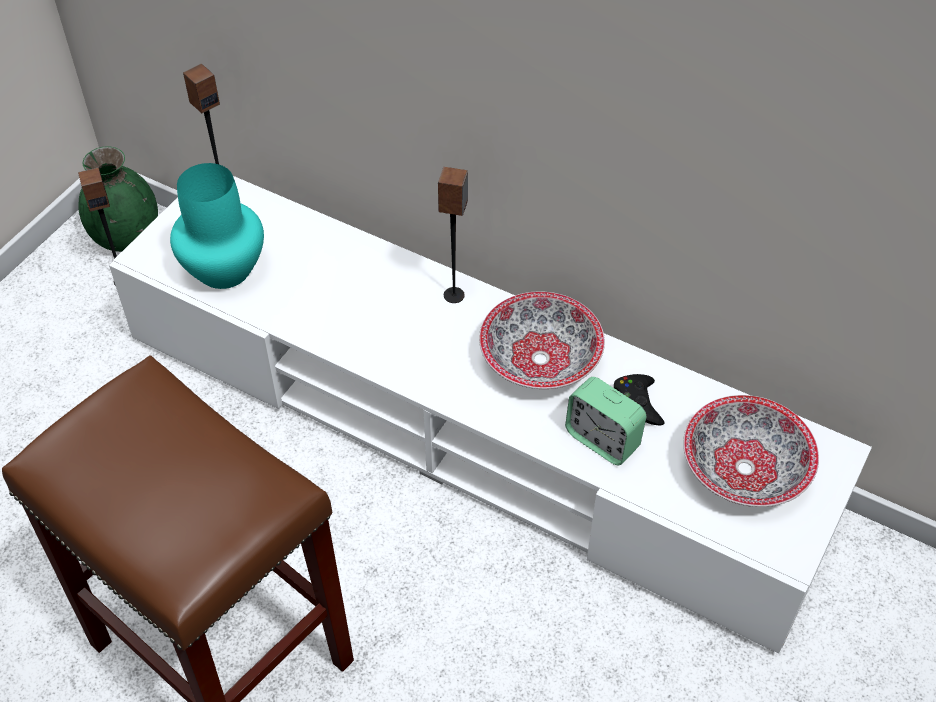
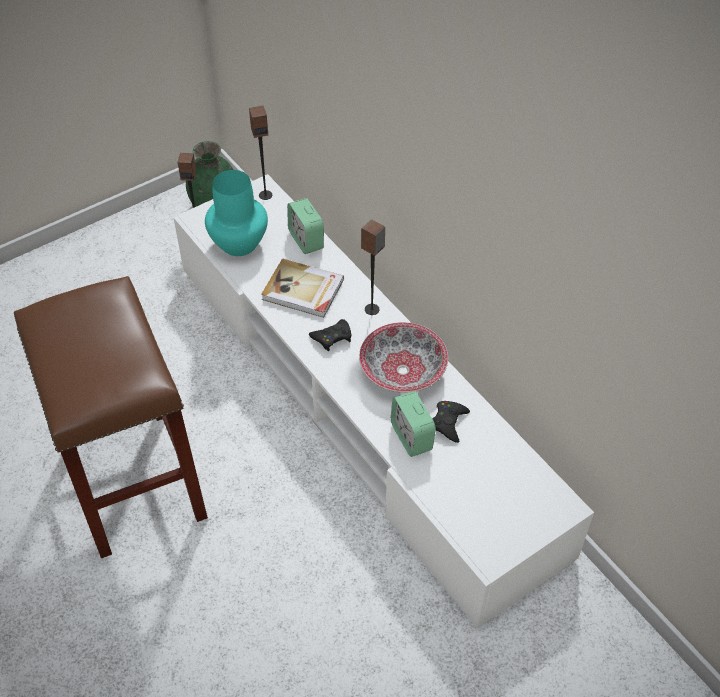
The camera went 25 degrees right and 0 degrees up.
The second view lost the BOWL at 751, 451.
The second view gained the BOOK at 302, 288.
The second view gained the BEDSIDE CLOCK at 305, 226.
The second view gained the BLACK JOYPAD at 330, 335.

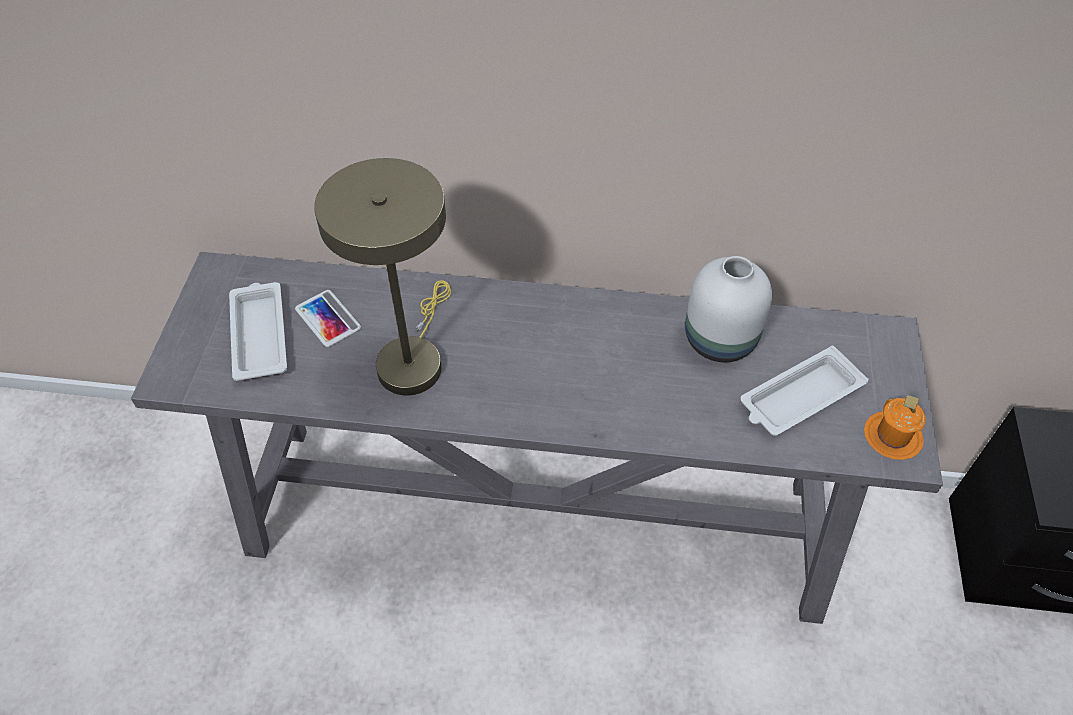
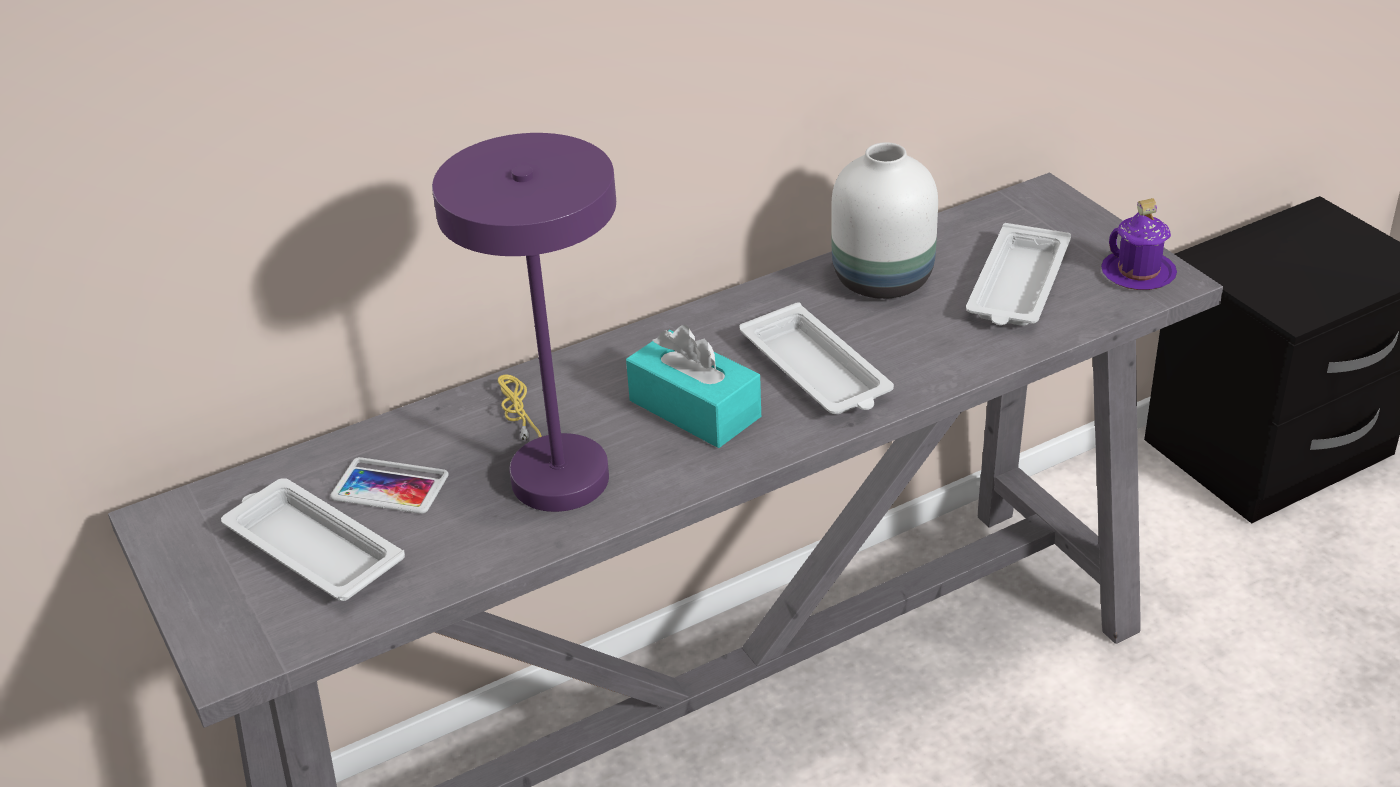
The camera went 35 degrees left and 15 degrees down.
The second view gained the TURQUOISE-COLOURED BOX OF TISSUES at 693, 386.
The second view gained the WHITE SERVING TRAY at 817, 358.
What was the SAND-COLOURED LAMP FOR A TABLE at 382, 277 turned into the PURPLE-COLOURED LAMP FOR A TABLE at 524, 322.
What was the ORANGEY MUG at 895, 427 turned into the PURPLE-COLOURED MUG at 1139, 244.

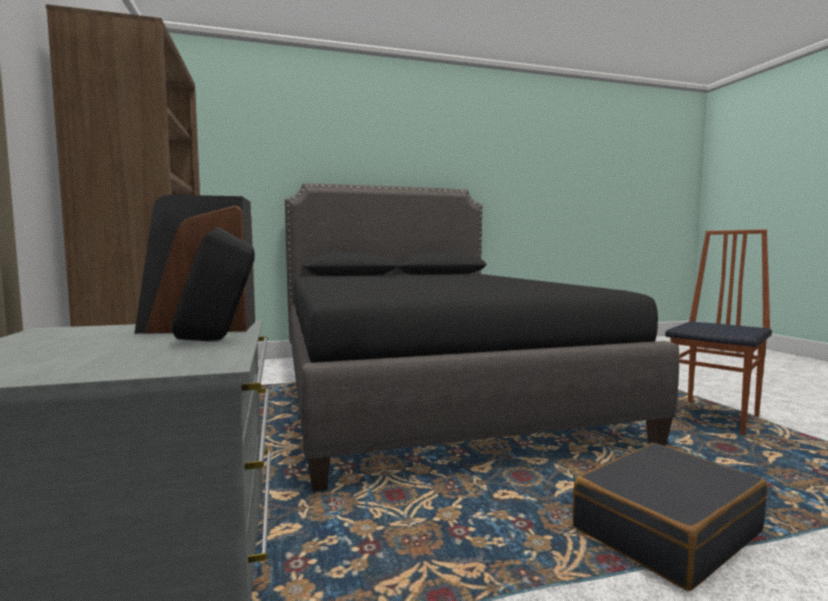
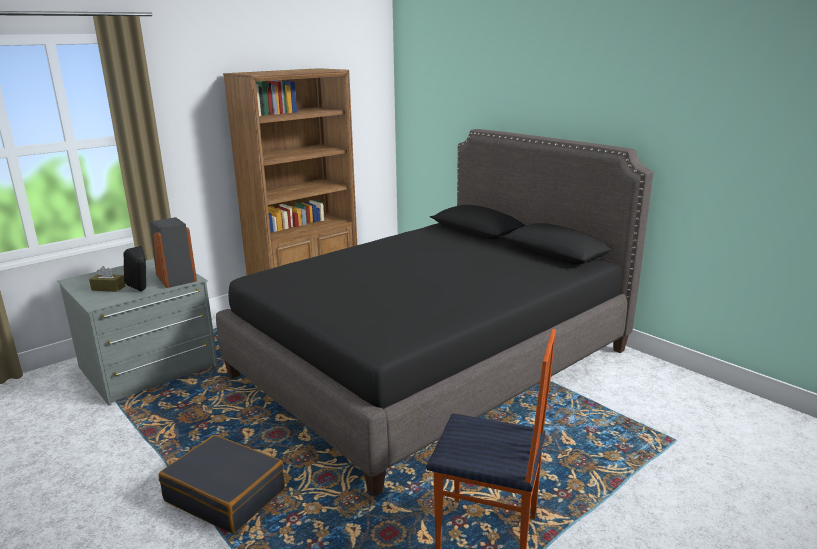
The camera went 65 degrees right and 15 degrees up.
The second view gained the BROWNISH BOX OF TISSUES at 107, 279.

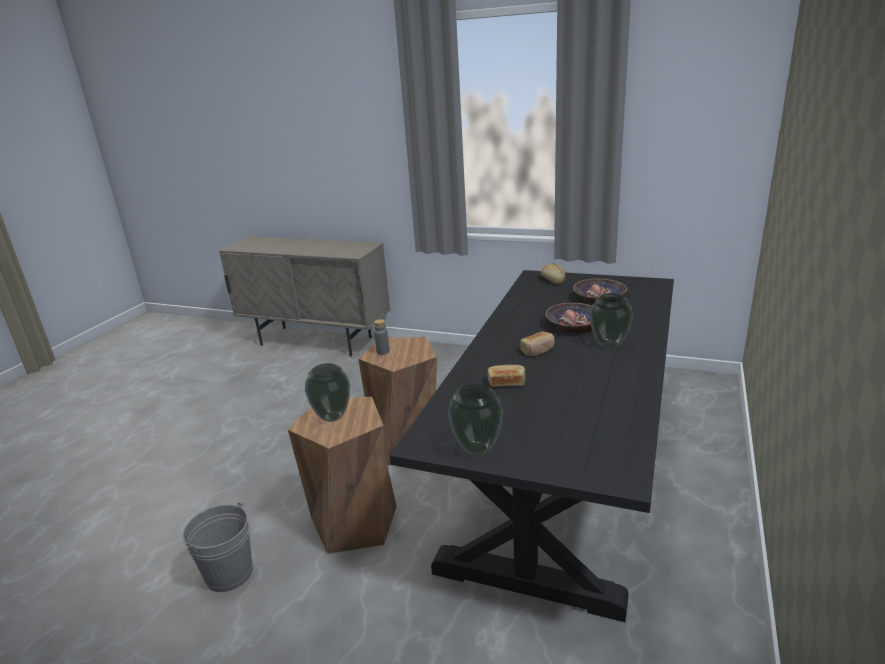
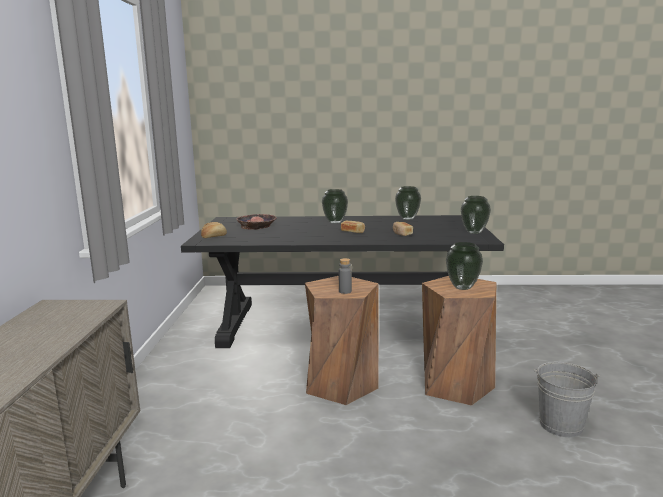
The camera went 110 degrees left and 10 degrees down.
The second view lost the BOWL at 568, 318.
The second view gained the FLOWER VASE at 408, 203.

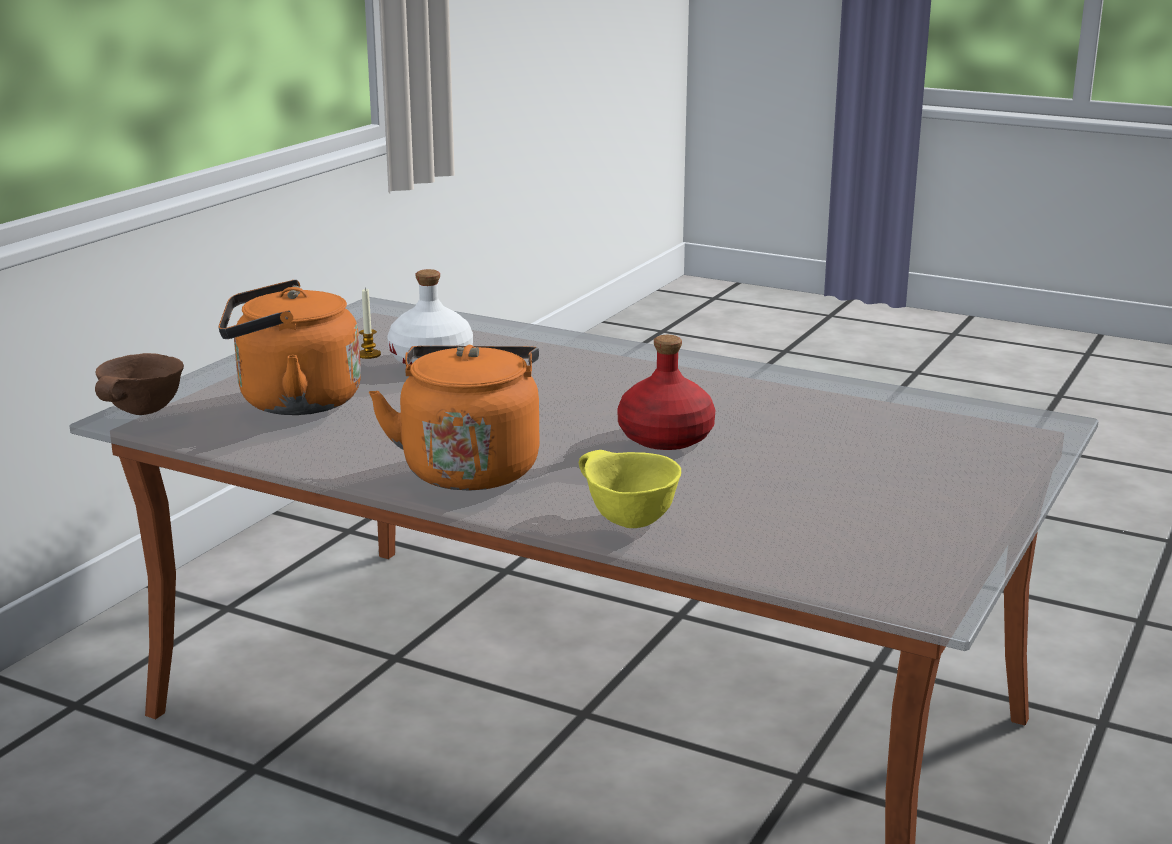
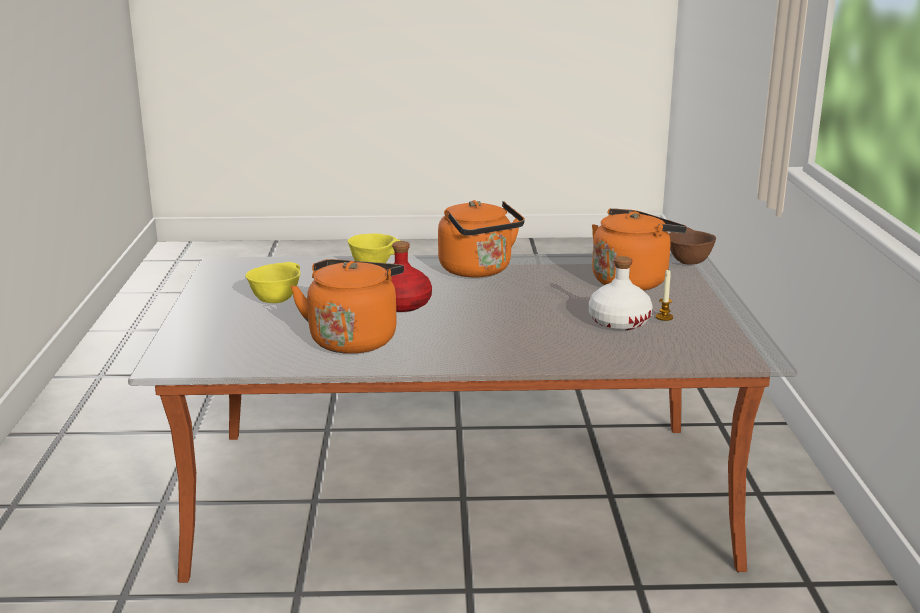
The camera went 150 degrees right and 0 degrees up.
The second view gained the YELLOW BOWL at 272, 282.
The second view gained the ORANGEY KETTLE at 347, 306.

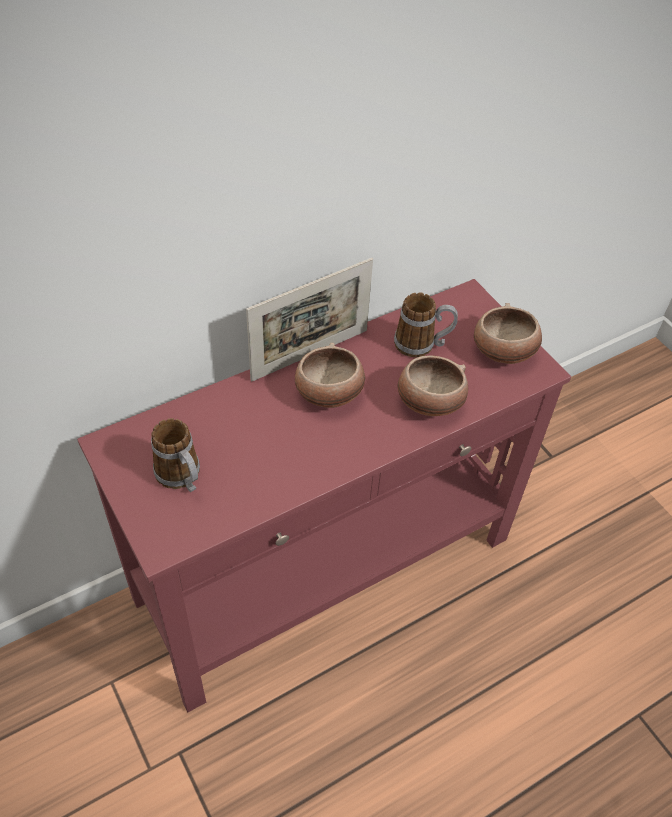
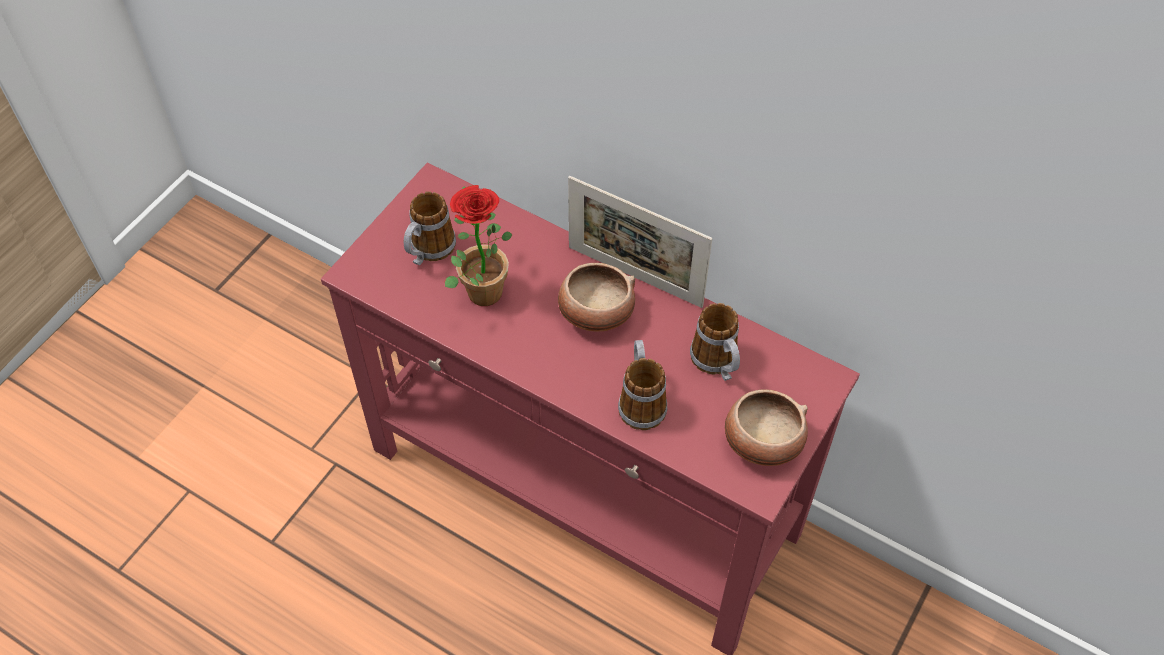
The camera went 65 degrees right and 5 degrees up.
The second view gained the PLANT IN A POT at 478, 245.
Where the BOWL stood at 432, 385, the MUG came to stand at 642, 385.

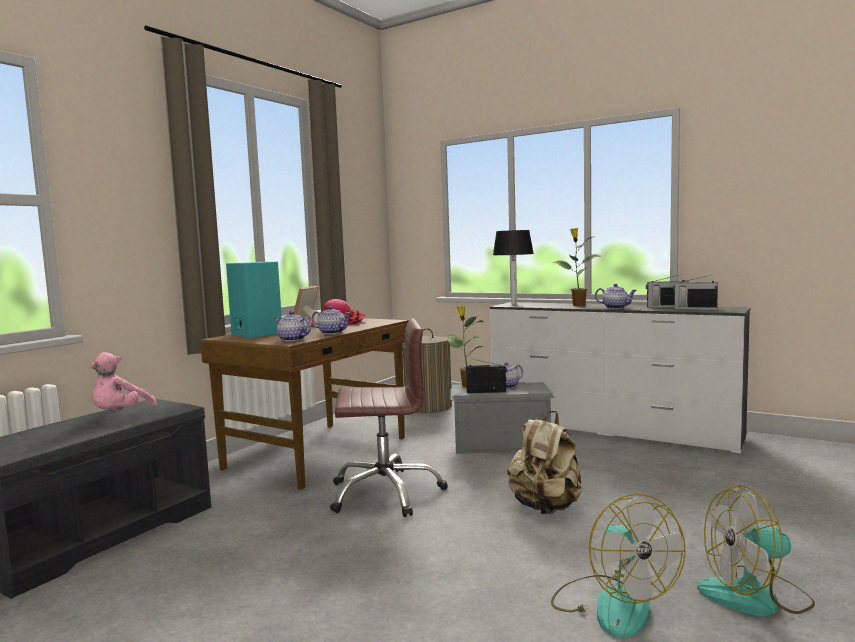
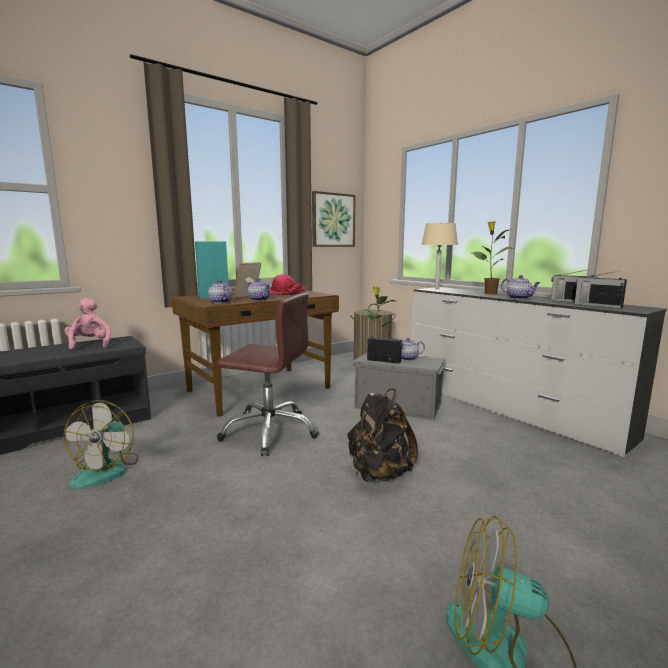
The camera went 20 degrees right and 5 degrees up.
The second view gained the WALL ART at 334, 219.
The ELECTRIC FAN ended up elsewhere, having gone from 618, 566 to 101, 444.
What was the BLACK LAMP FOR A TABLE at 513, 267 turned into the SAND-COLOURED LAMP FOR A TABLE at 440, 256.
What was the SAND-COLOURED KNAPSACK at 544, 462 turned into the BLACK KNAPSACK at 382, 435.
The PINKISH PLUSH TOY at 123, 380 ended up facing another way, 120 degrees clockwise from before.

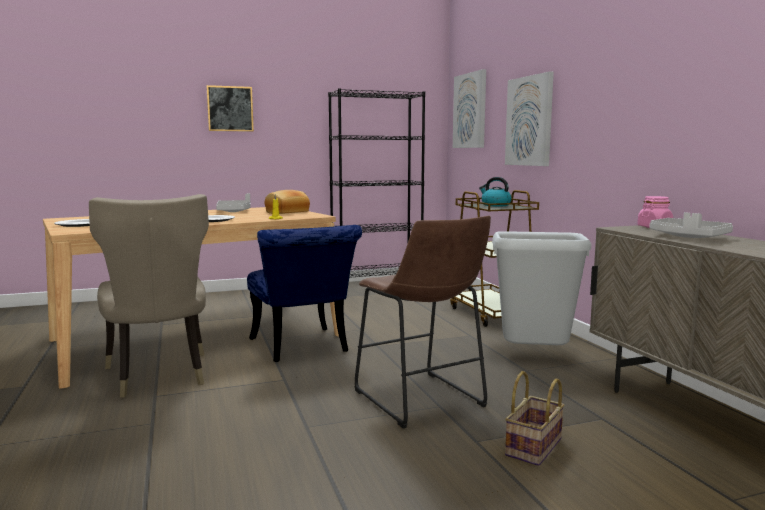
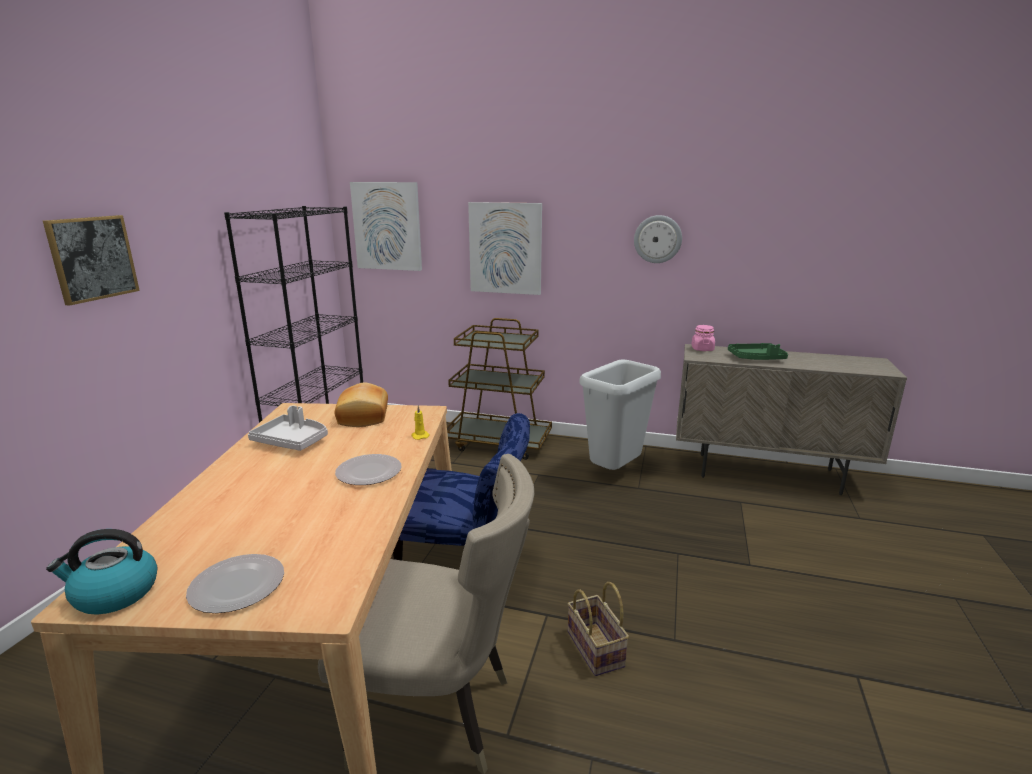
The camera went 55 degrees left and 10 degrees up.
The second view lost the BROWNISH SITTING STOOL at 423, 322.
The second view gained the WALL CLOCK at 658, 239.
The KETTLE ended up elsewhere, having gone from 495, 191 to 102, 571.
The STORAGE BASKET ended up elsewhere, having gone from 534, 418 to 598, 629.
What was the GREYISH SERVING TRAY at 691, 225 turned into the GREEN-COLOURED SERVING TRAY at 758, 351.

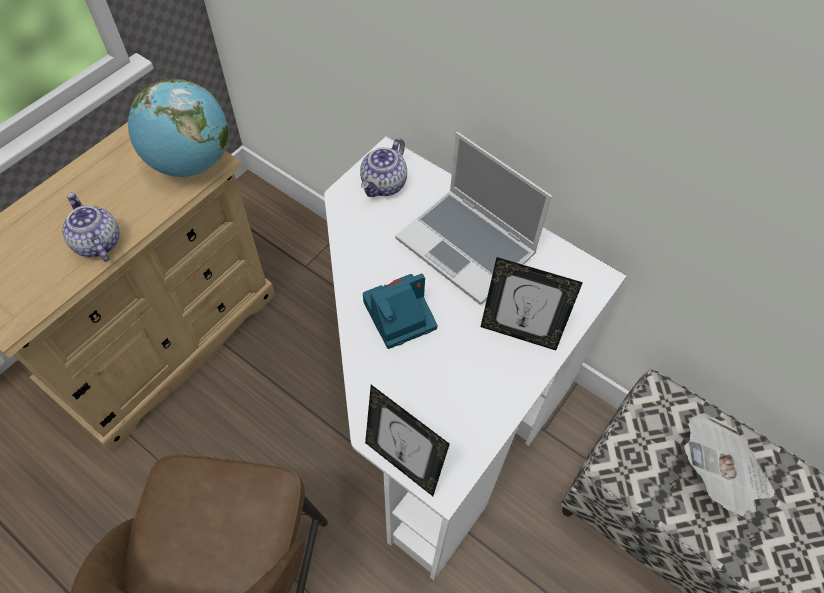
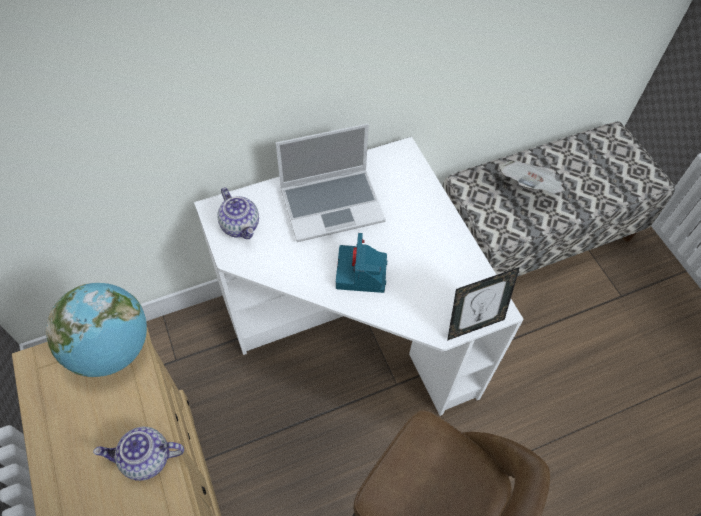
The camera went 60 degrees left and 0 degrees up.
The second view lost the PHOTO FRAME at 531, 303.

